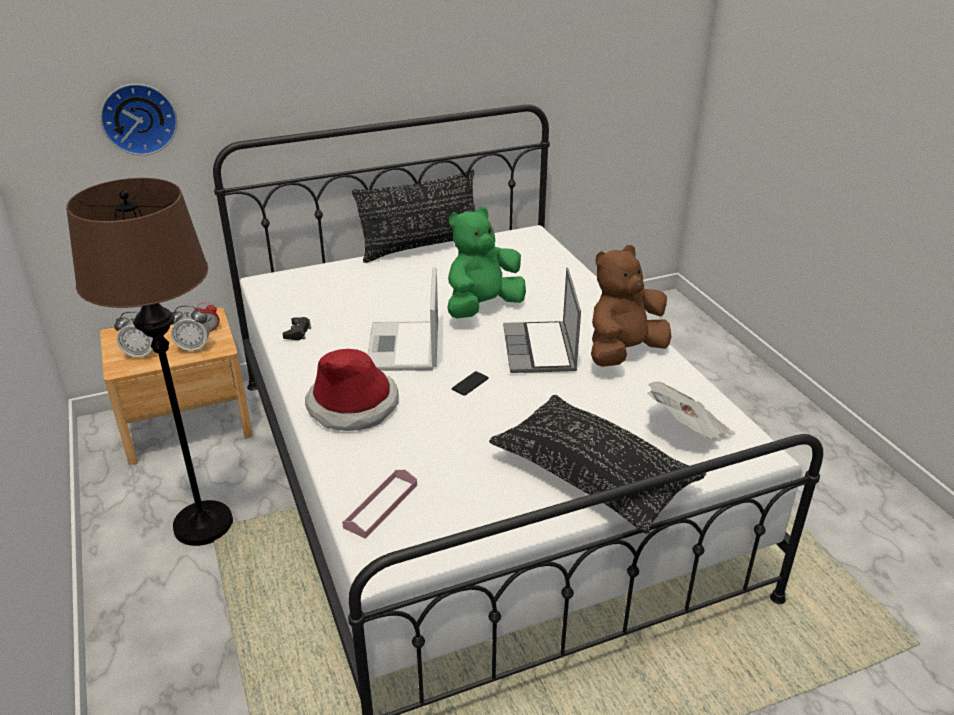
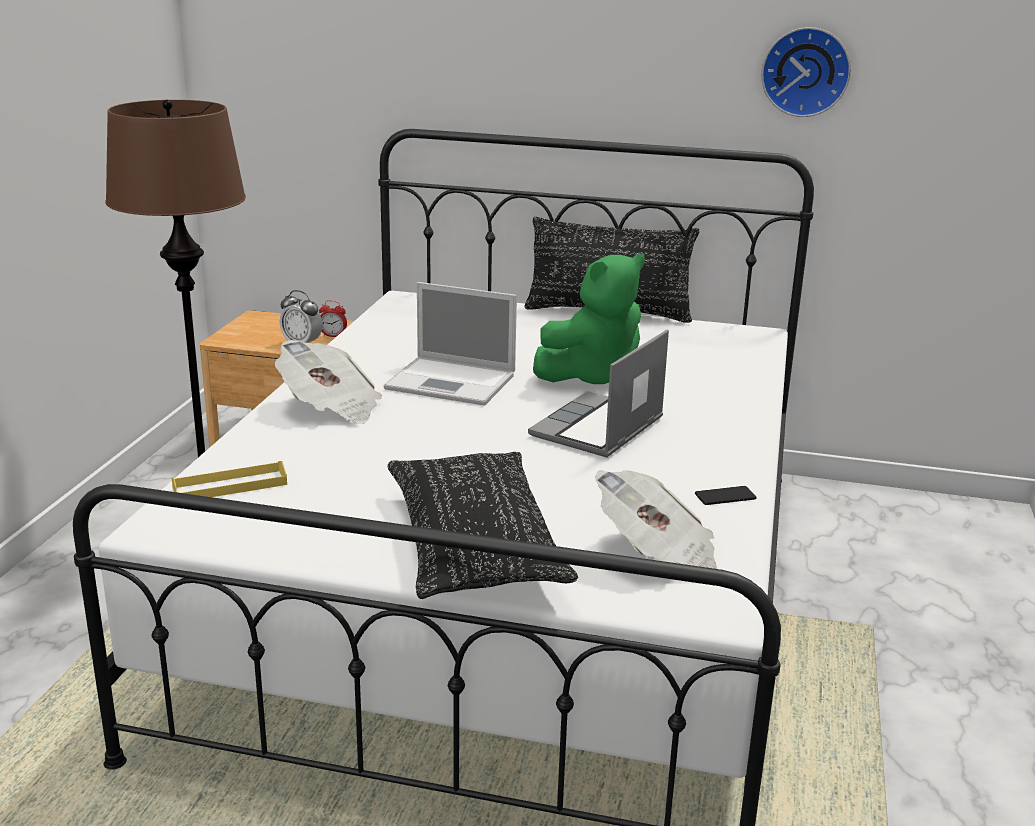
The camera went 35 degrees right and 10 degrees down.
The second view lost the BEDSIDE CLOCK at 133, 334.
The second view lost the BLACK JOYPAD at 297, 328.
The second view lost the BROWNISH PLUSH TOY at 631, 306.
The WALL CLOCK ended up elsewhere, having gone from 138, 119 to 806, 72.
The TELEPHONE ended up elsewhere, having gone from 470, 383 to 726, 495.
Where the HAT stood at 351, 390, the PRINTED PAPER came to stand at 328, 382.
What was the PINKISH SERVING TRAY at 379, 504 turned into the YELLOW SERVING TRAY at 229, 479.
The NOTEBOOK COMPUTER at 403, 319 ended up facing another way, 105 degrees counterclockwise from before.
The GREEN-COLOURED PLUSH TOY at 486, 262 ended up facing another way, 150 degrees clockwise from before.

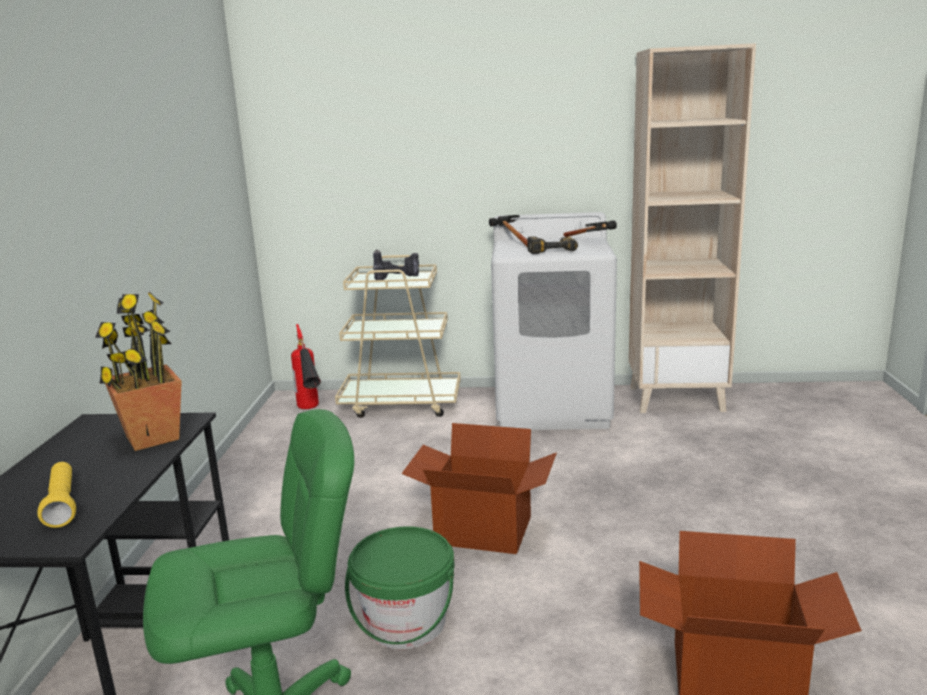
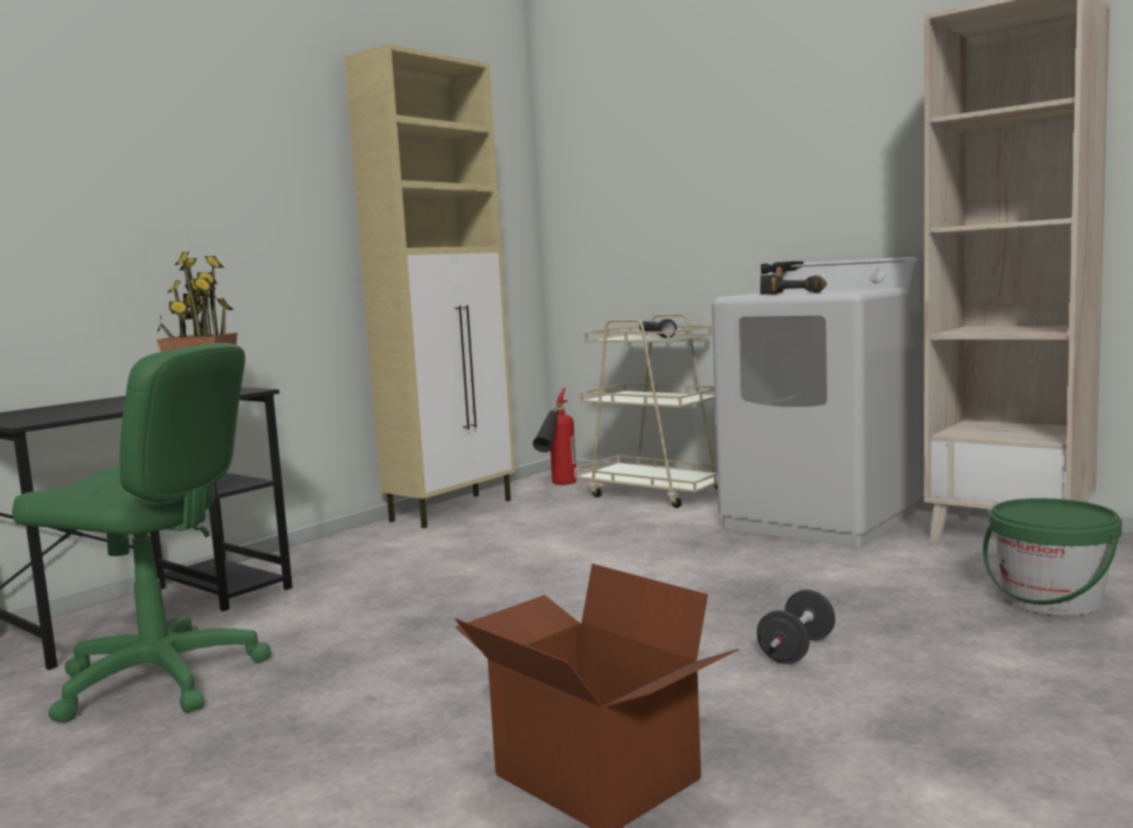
The camera went 35 degrees right and 10 degrees down.
The second view lost the YELLOW FLASHLIGHT at 56, 495.
The second view lost the CARTON at 479, 488.
The second view lost the HAND HAMMER at 590, 229.
The second view gained the SAND-COLOURED CUPBOARD at 429, 286.
The second view gained the BLACK FREE WEIGHT at 796, 627.
The GREEN-COLOURED BUCKET ended up elsewhere, having gone from 400, 587 to 1052, 557.
Where the DRILL stood at 396, 264, the BLACK FLASHLIGHT came to stand at 658, 328.

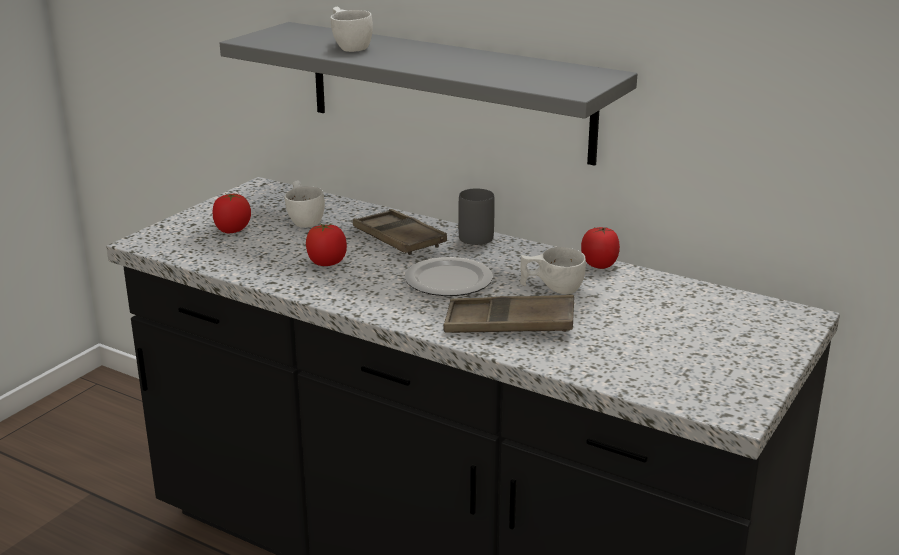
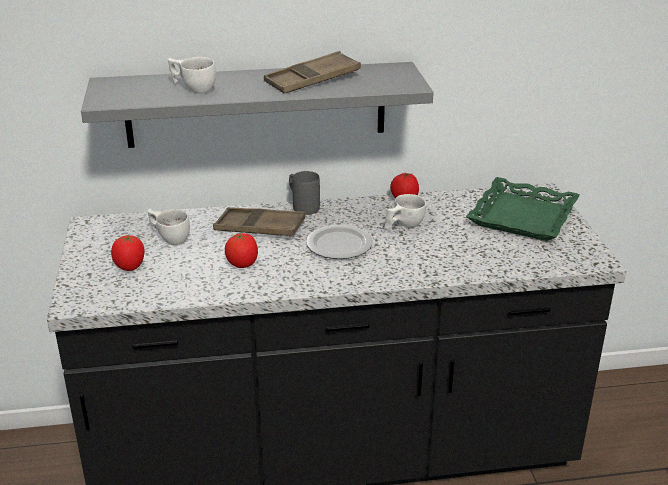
The camera went 40 degrees left and 5 degrees up.
The second view gained the GREEN-COLOURED SERVING TRAY at 523, 209.
The BROWNISH SERVING TRAY ended up elsewhere, having gone from 508, 314 to 312, 72.

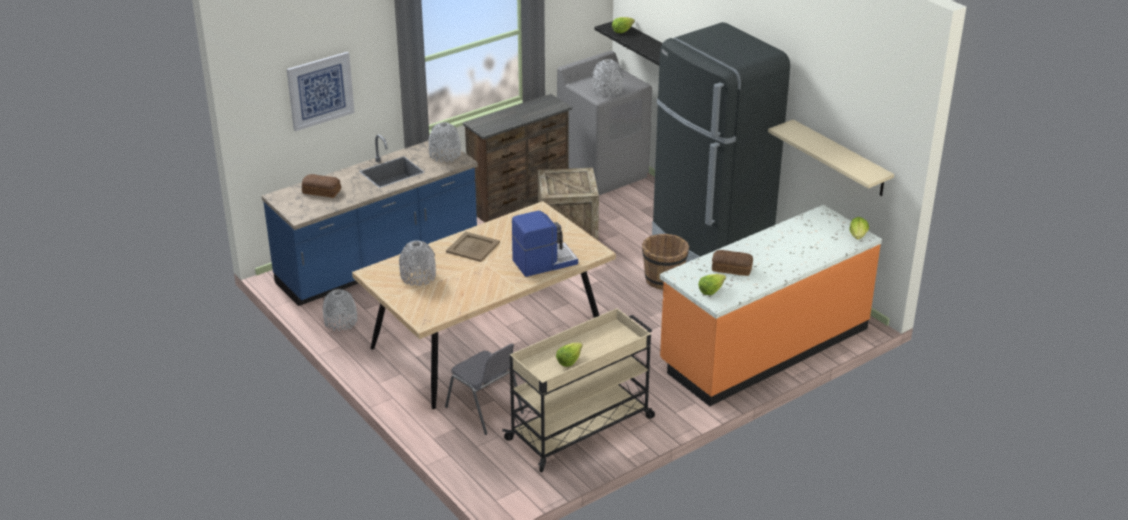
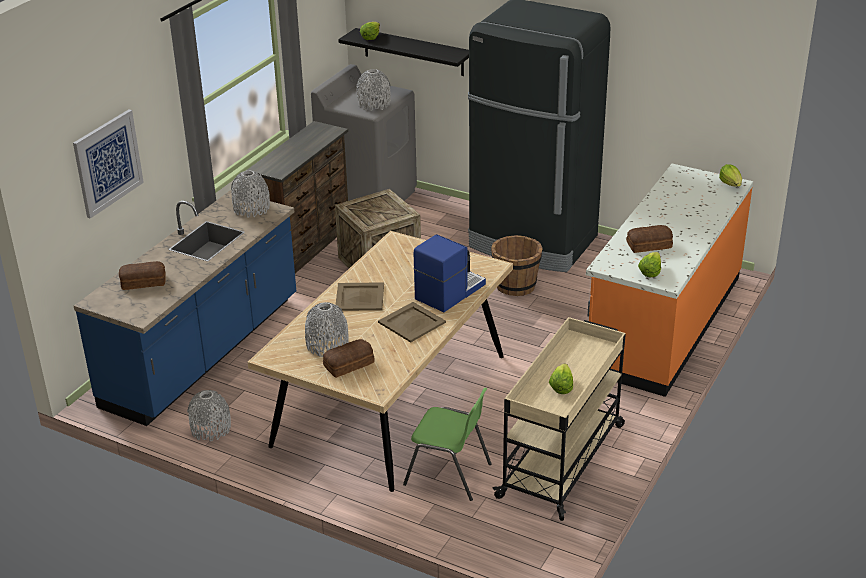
The camera went 25 degrees left and 0 degrees up.
The second view lost the SAND-COLOURED BRACKET SHELF at 831, 157.
The second view gained the BREAD at 348, 358.
The second view gained the SAND-COLOURED SERVING TRAY at 412, 322.
What was the GREYISH PLAIN CHAIR at 484, 389 turned into the GREEN-COLOURED PLAIN CHAIR at 447, 444.

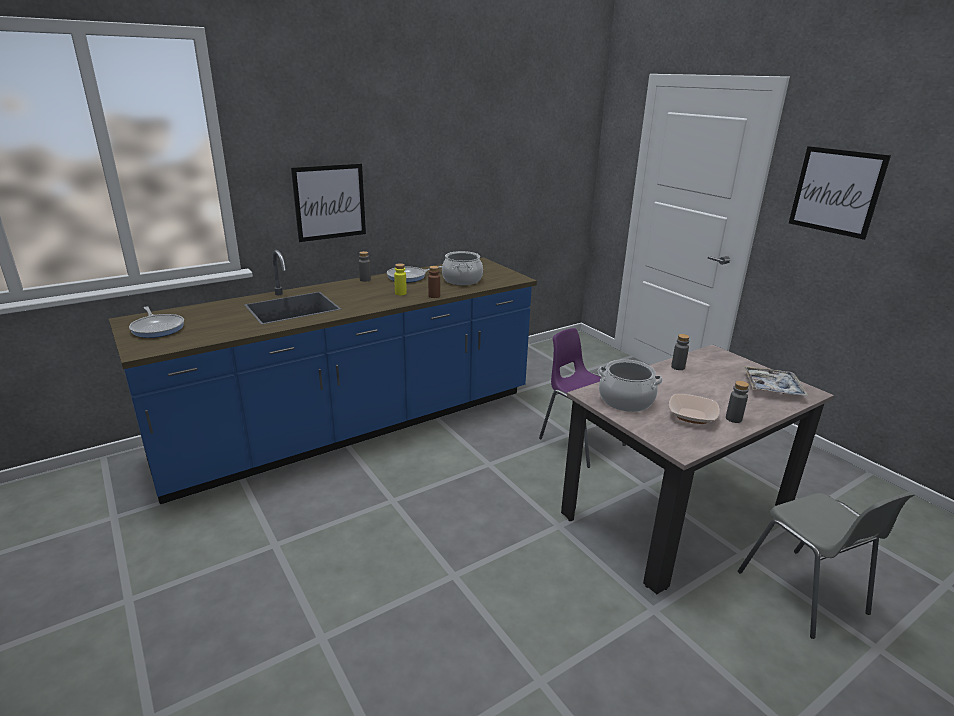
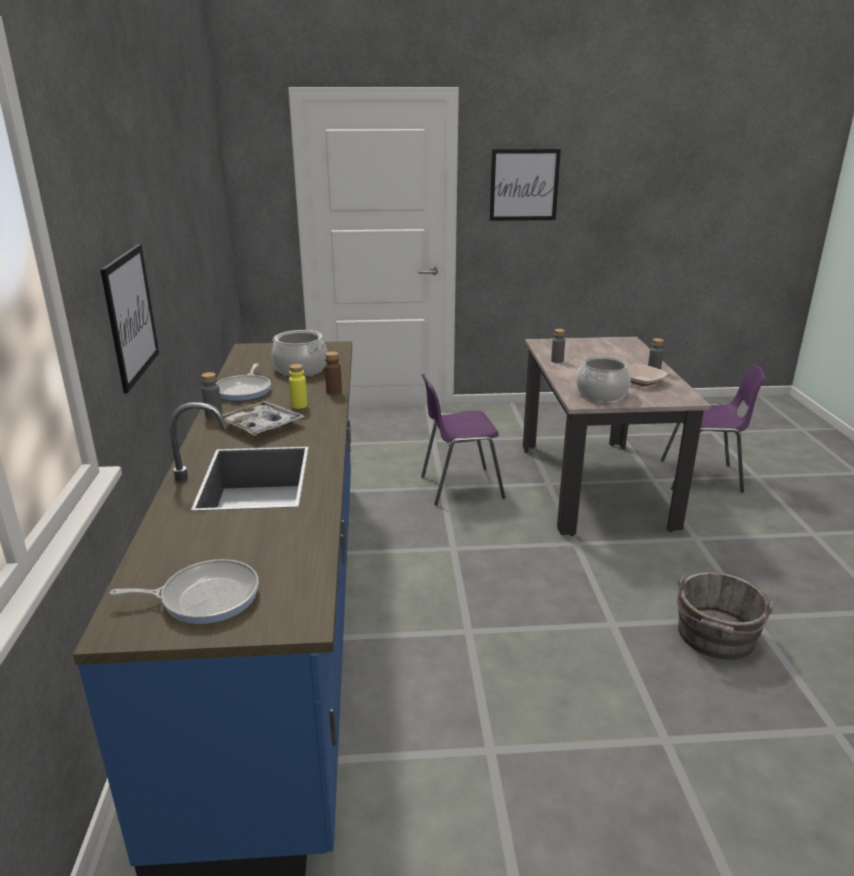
The camera went 60 degrees left and 0 degrees up.
The second view gained the GREYISH BUCKET at 725, 616.
The SERVING TRAY ended up elsewhere, having gone from 776, 381 to 264, 418.
What was the GREYISH PLAIN CHAIR at 826, 565 turned into the PURPLE-COLOURED PLAIN CHAIR at 713, 428.

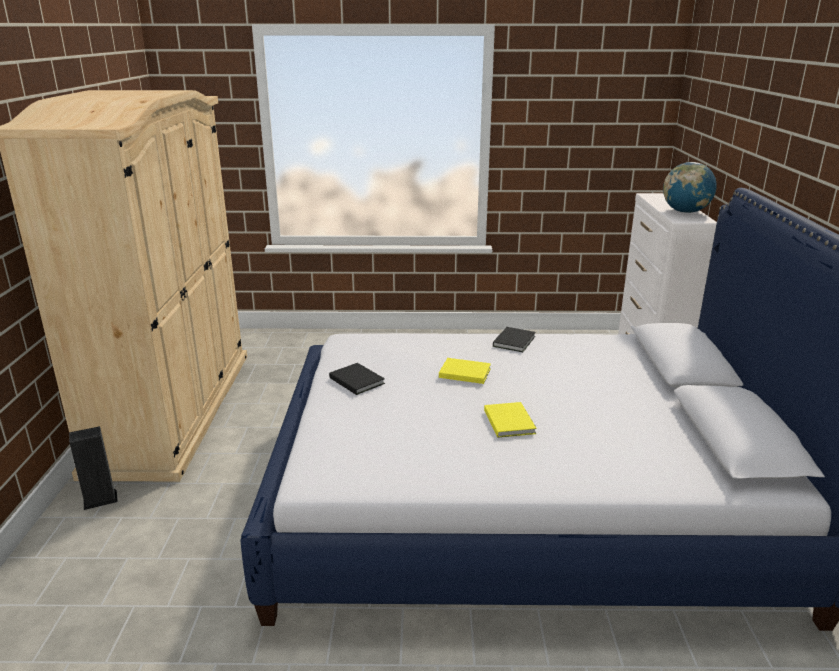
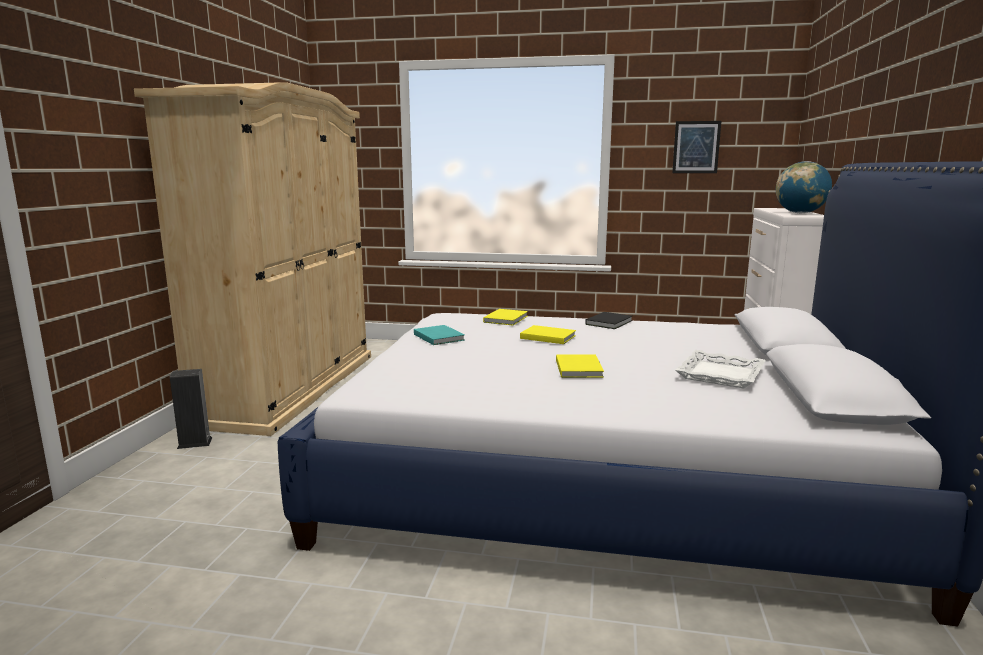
The camera went 10 degrees right and 10 degrees down.
The second view gained the YELLOW BOOK at 505, 317.
The second view gained the WALL ART at 696, 147.
The second view gained the WHITE SERVING TRAY at 720, 369.
What was the BLACK BOOK at 357, 379 turned into the TURQUOISE-COLOURED BOOK at 439, 335.

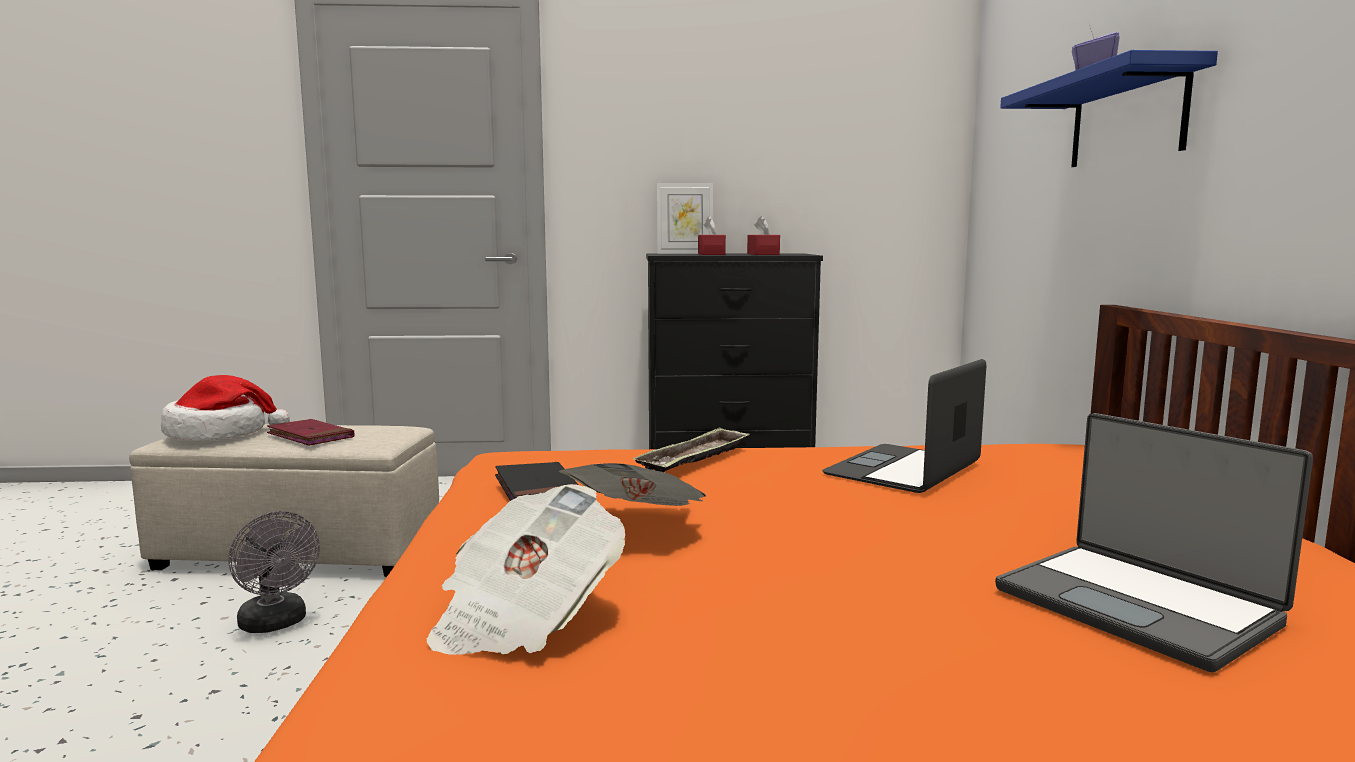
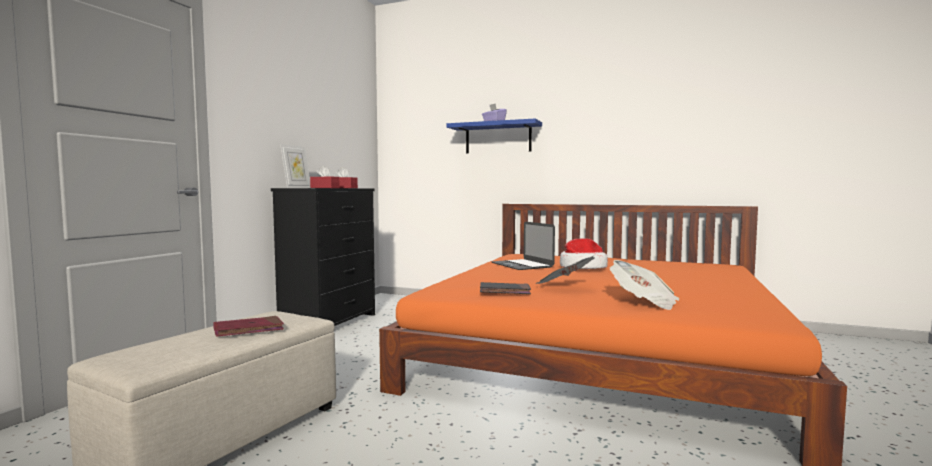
The camera went 65 degrees left and 5 degrees down.
The second view lost the GREYISH ELECTRIC FAN at 274, 572.
The second view lost the SERVING TRAY at 691, 449.
The second view lost the NOTEBOOK COMPUTER at 1154, 543.
The HAT ended up elsewhere, having gone from 225, 408 to 584, 254.

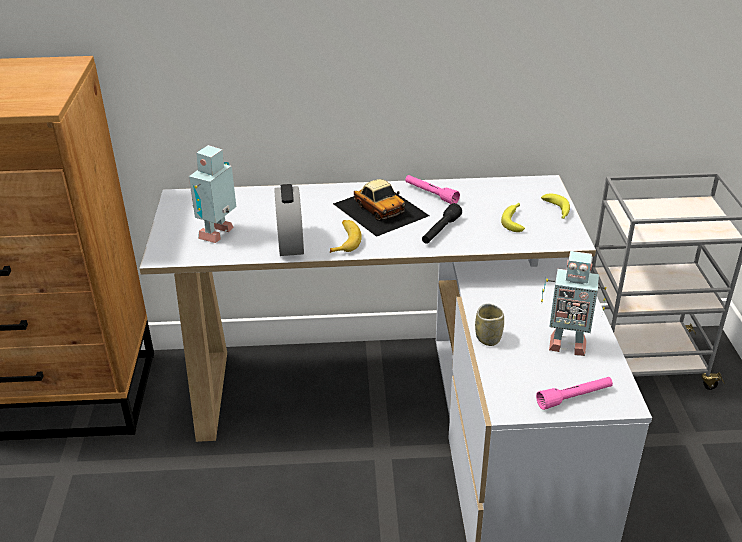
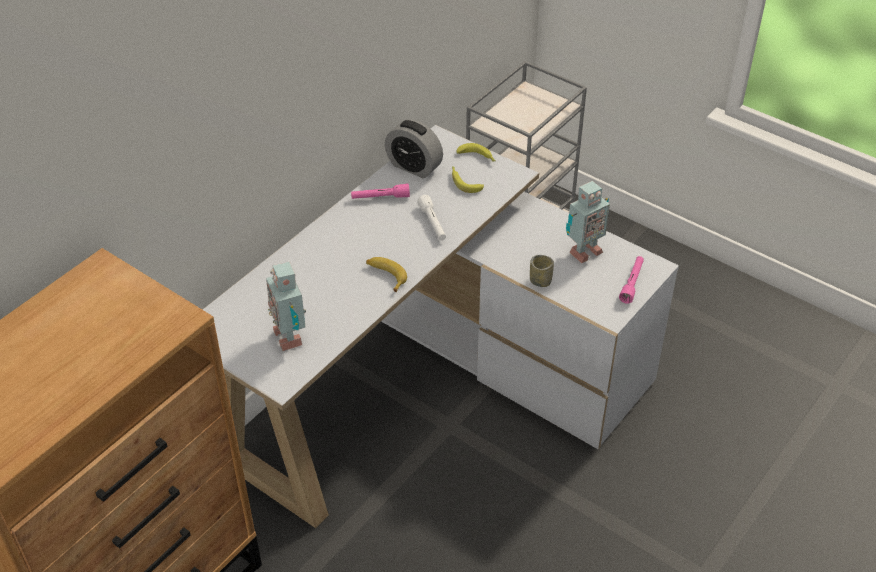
The camera went 50 degrees left and 10 degrees up.
The second view lost the MODEL CAR at 381, 208.
The BEDSIDE CLOCK ended up elsewhere, having gone from 289, 220 to 414, 149.
What was the BLACK FLASHLIGHT at 442, 223 turned into the WHITE FLASHLIGHT at 431, 217.

